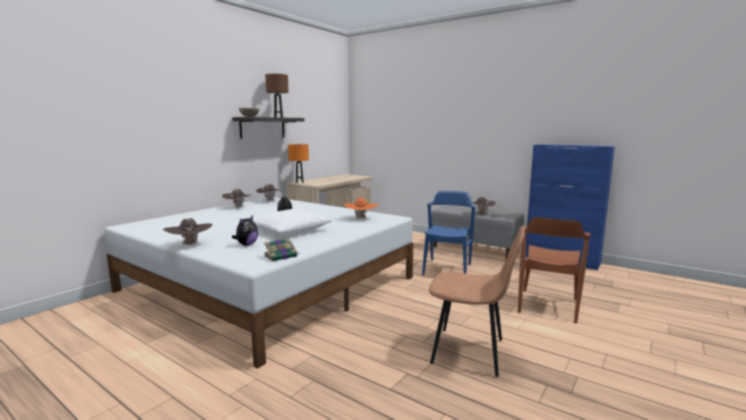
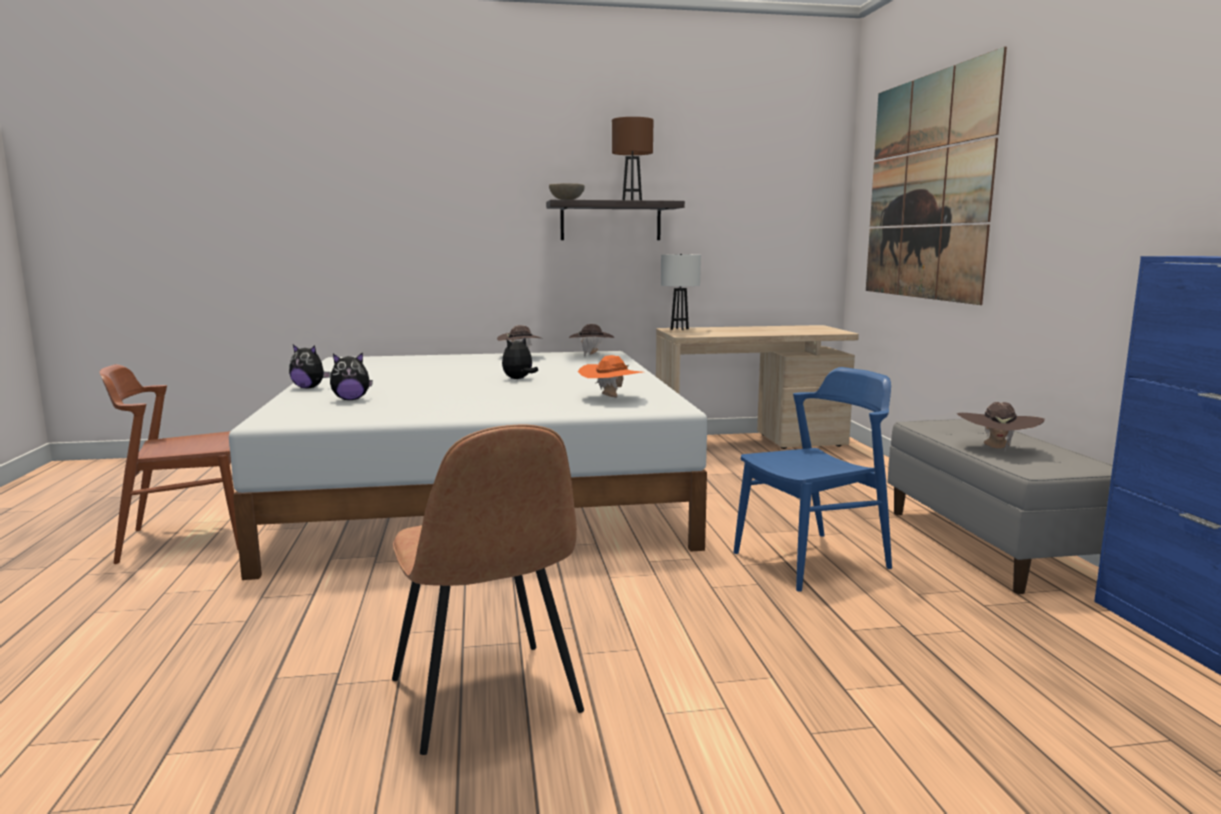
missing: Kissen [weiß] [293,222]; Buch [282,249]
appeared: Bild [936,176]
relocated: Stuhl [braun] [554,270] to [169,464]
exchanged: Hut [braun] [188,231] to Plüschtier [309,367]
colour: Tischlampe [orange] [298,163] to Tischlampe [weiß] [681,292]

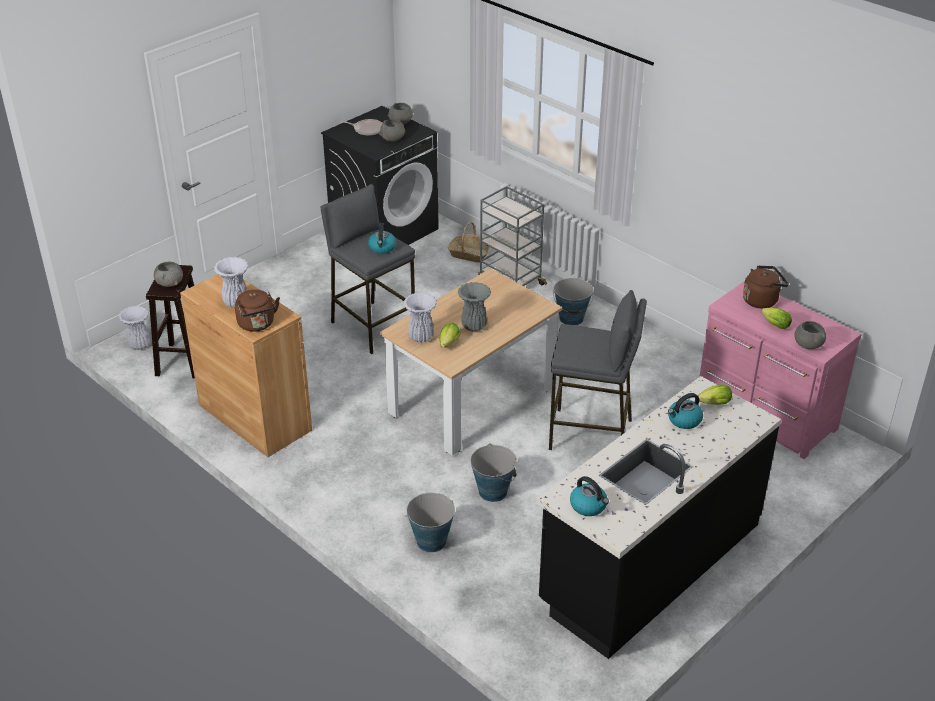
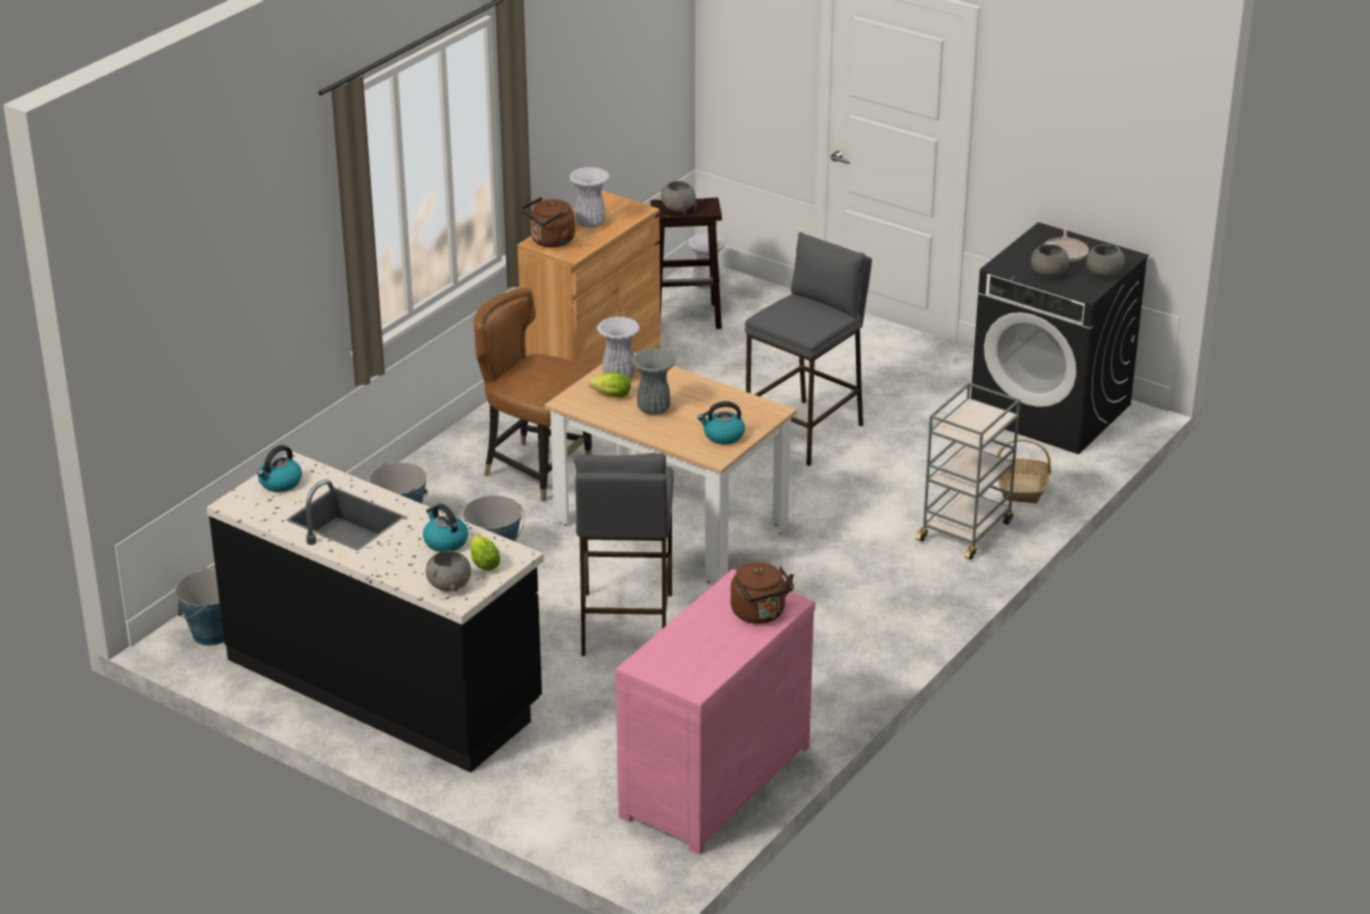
missing: Salatkopf [776,318]
appeared: Stuhl [braun] [534,395]
relocated: Wasserkessel [382,238] to [721,423]; Eimer [573,301] to [199,607]; Schüssel [grau] [810,335] to [448,570]

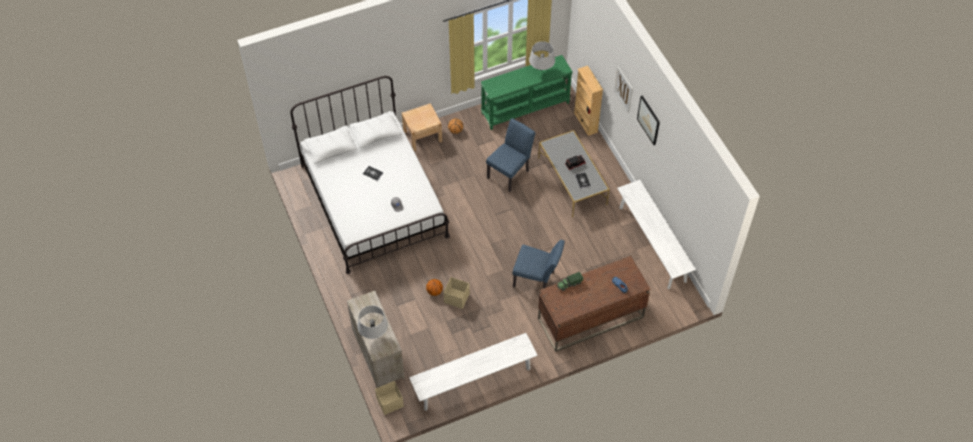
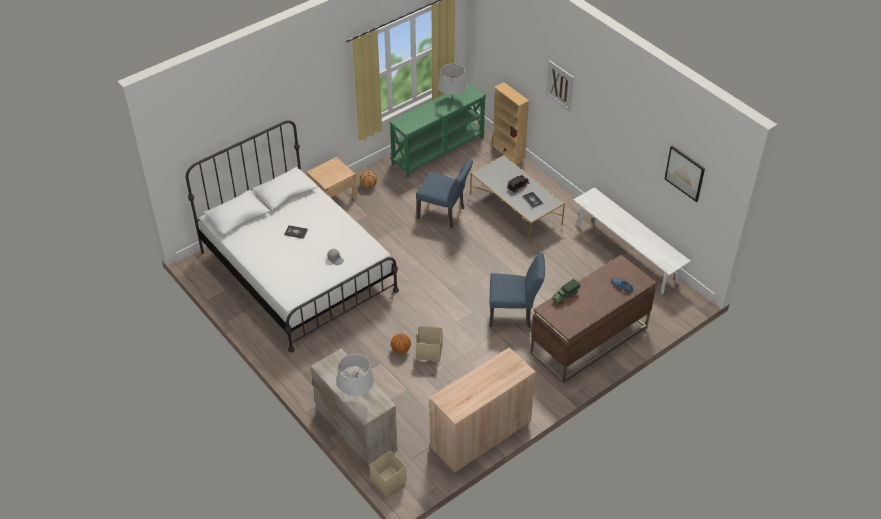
relocated: Bild [648,120] to [685,174]
exchanged: Bank [weiß] [473,372] to Schrank [beige] [482,410]
spun: Stuhl [blau] [510,155] = [444,193] 90 degrees clockwise

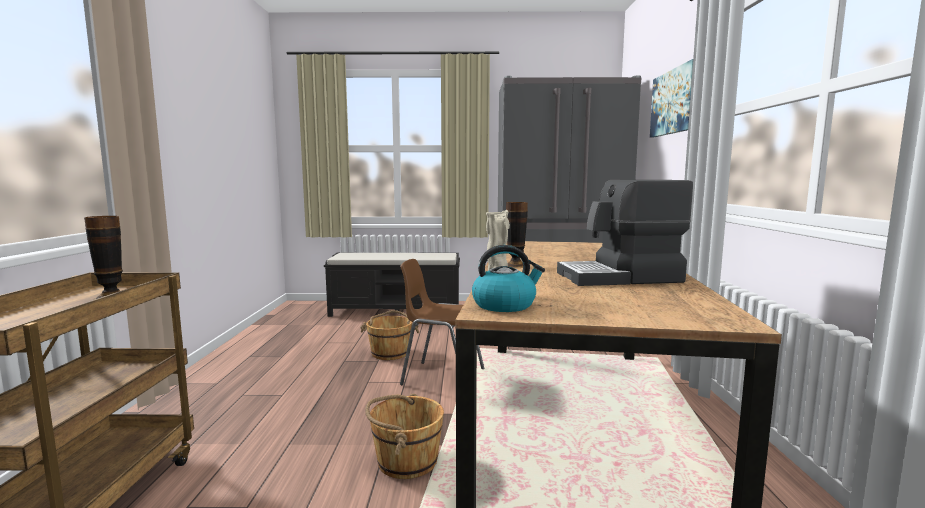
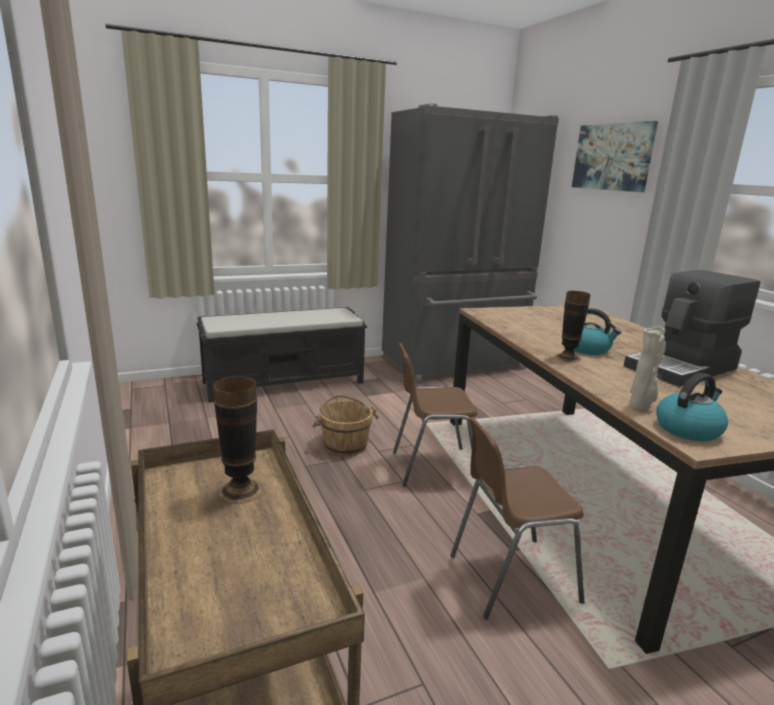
appeared: Wasserkessel [597,331]
exchanged: Eimer [braun] [404,436] to Stuhl [braun] [517,518]

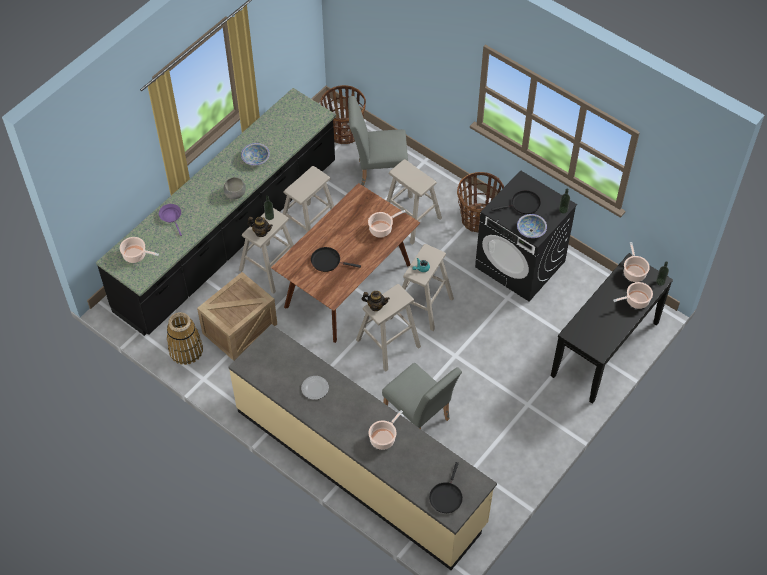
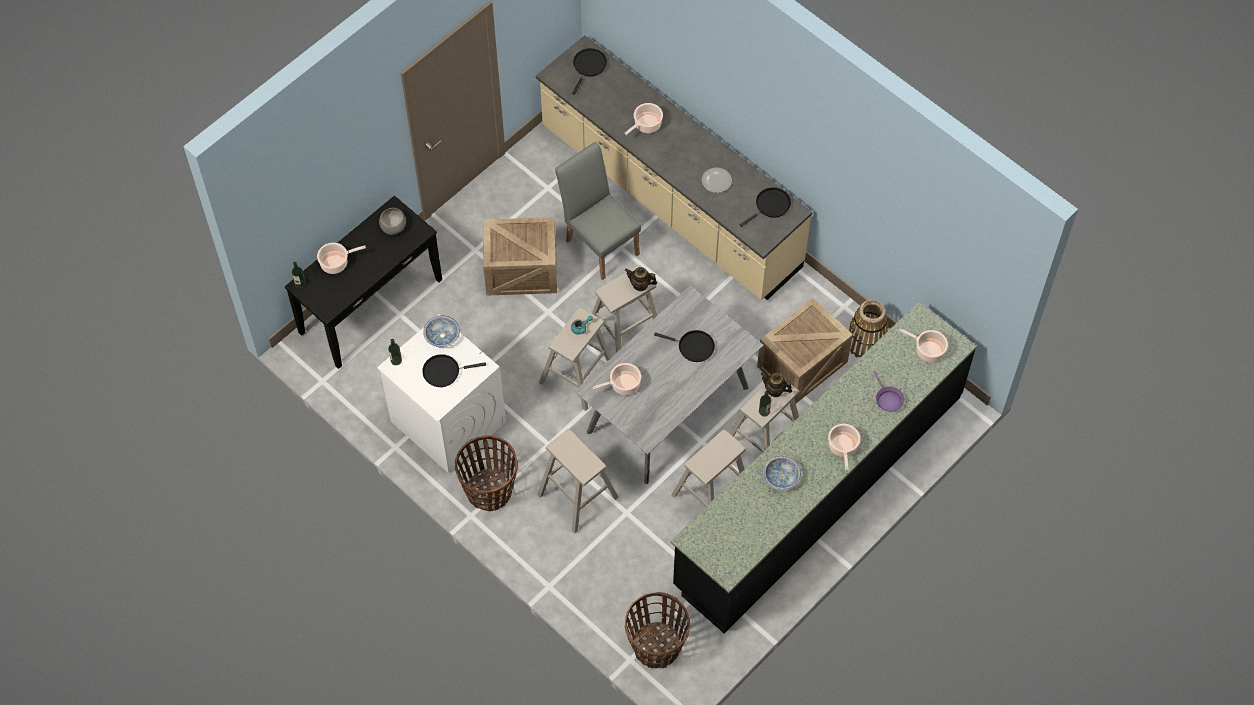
missing: Stuhl [grau] [378,141]
appeared: Kiste [520,256]; Pfanne [schwarz] [765,207]
relocated: Schüssel [grau] [235,188] to [392,221]; Kochtopf [637,262] to [844,447]
colour: Esstisch [braun] [345,263] to Esstisch [grau] [669,385]; Waschmaschine [schwarz] [526,235] to Waschmaschine [weiß] [441,394]

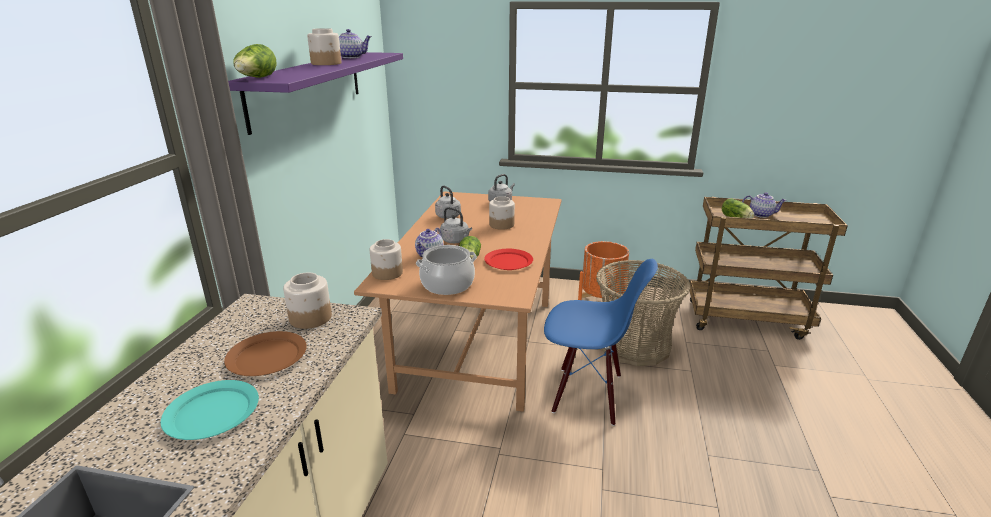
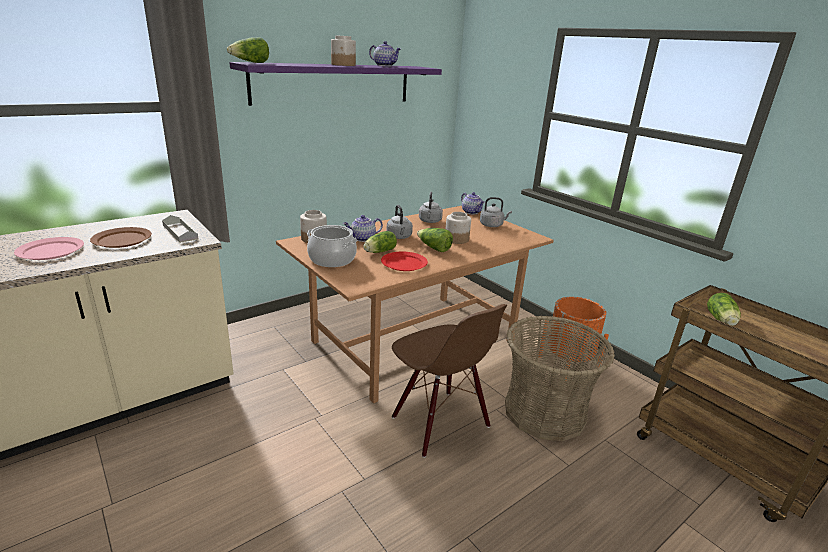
appeared: Salatkopf [435,240]
relocated: Teekanne [764,205] to [473,203]
exchanged: Vorratsglas [307,301] to Tablett [grau] [180,229]
colour: Teller [türkis] [209,410] to Teller [rosa] [49,248]; Stuhl [blau] [601,342] to Stuhl [braun] [449,381]

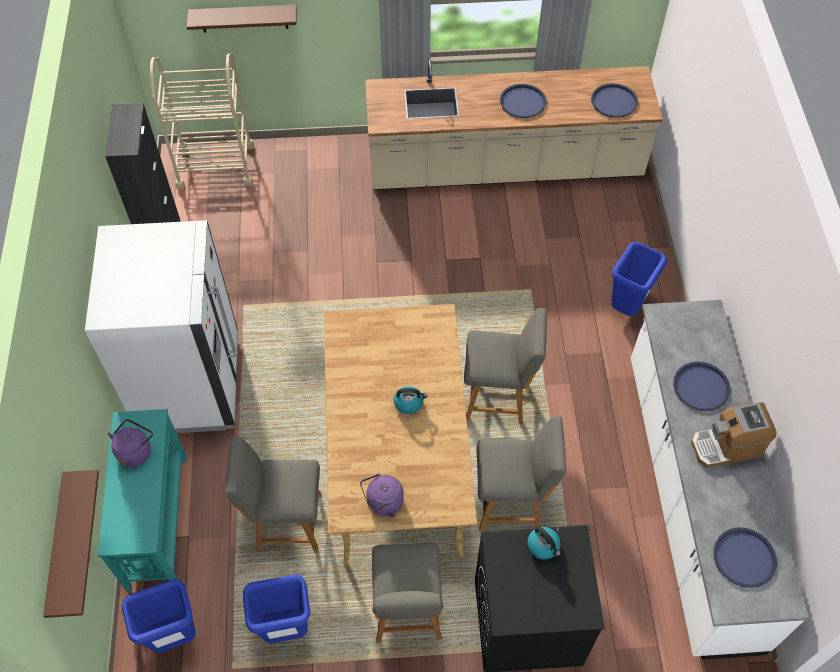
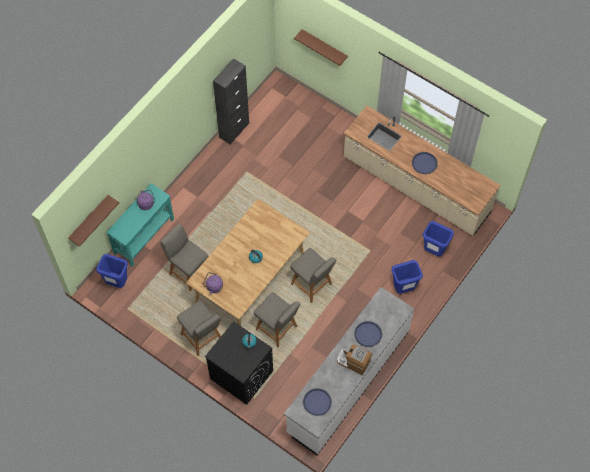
missing: Kühlschrank [weiß] [161,326]; Rollwagen [beige] [202,121]; Tablett [blau] [614,100]
relocated: Mülleimer [blau] [276,608] to [438,239]
spun: Stuhl [grau] [407,592] = [199,328] 75 degrees counterclockwise

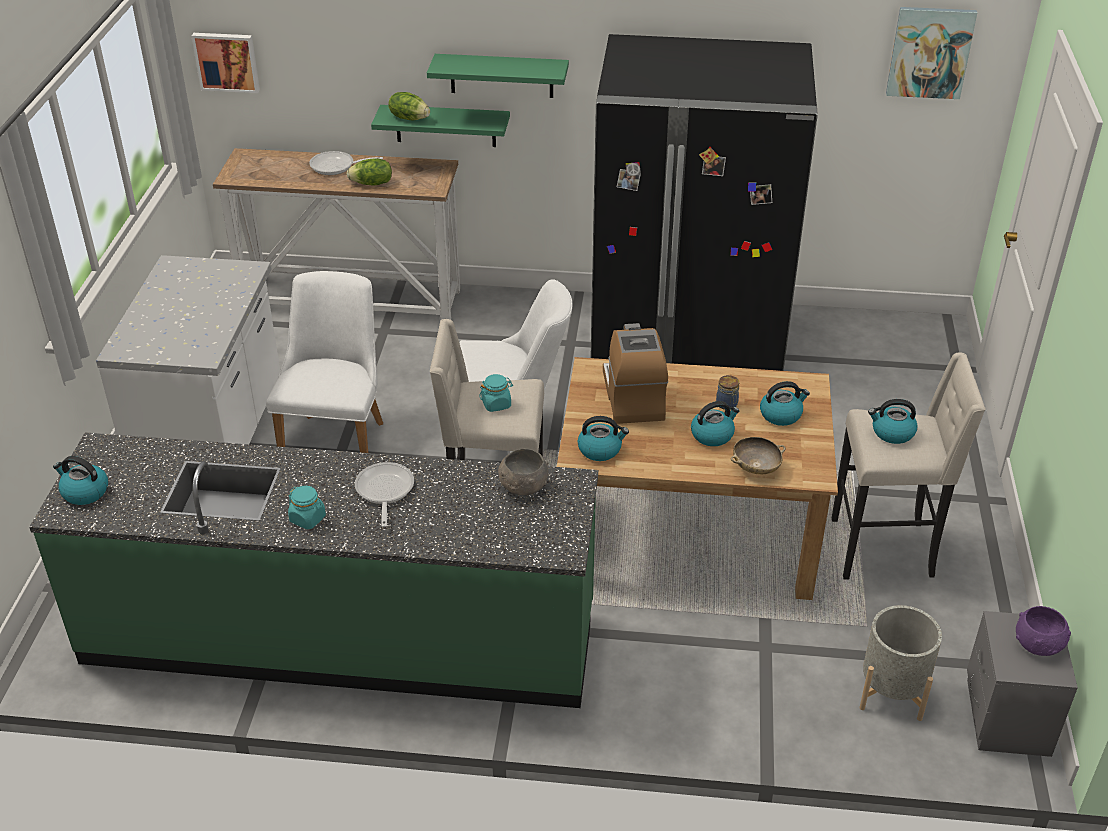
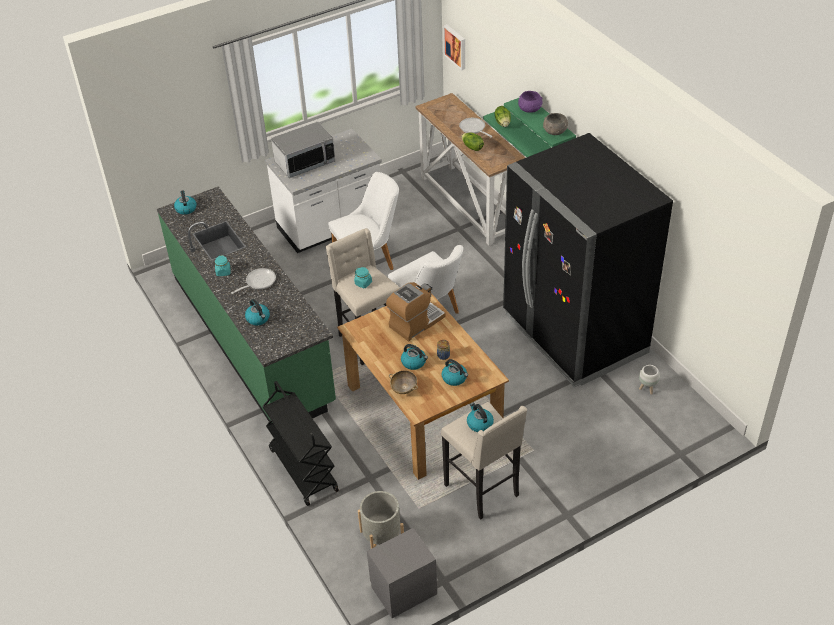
missing: Bild [931,53]
appeared: Rollwagen [schwarz] [300,443]; Mikrowelle [303,150]; Pflanzkübel [weiß] [649,380]
relocated: Schüssel [grau] [523,472] to [555,124]; Wasserkessel [603,438] to [257,312]; Schüssel [lila] [1043,631] to [530,102]

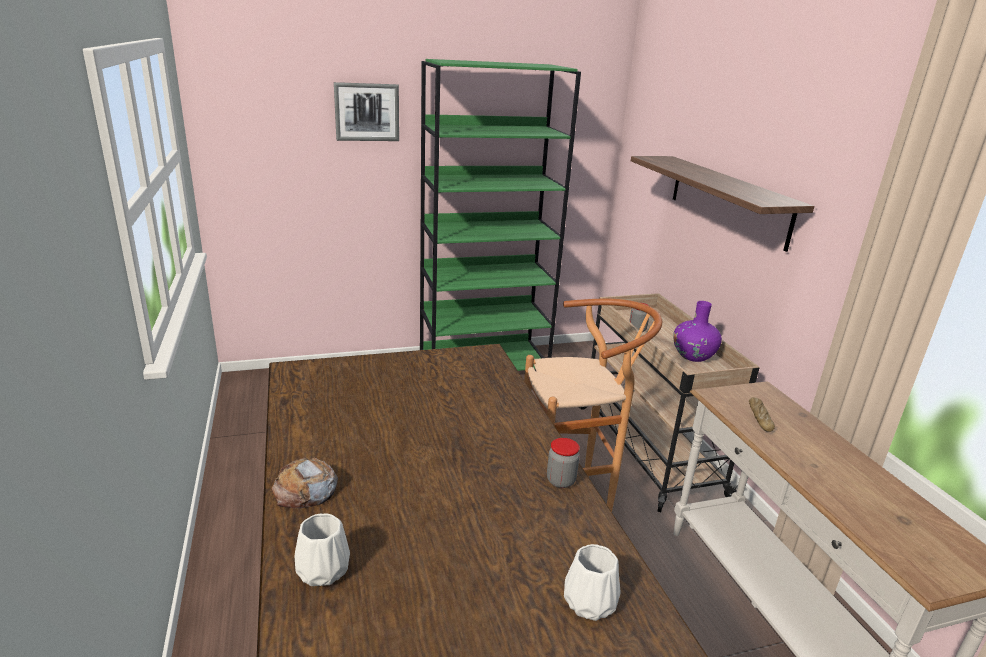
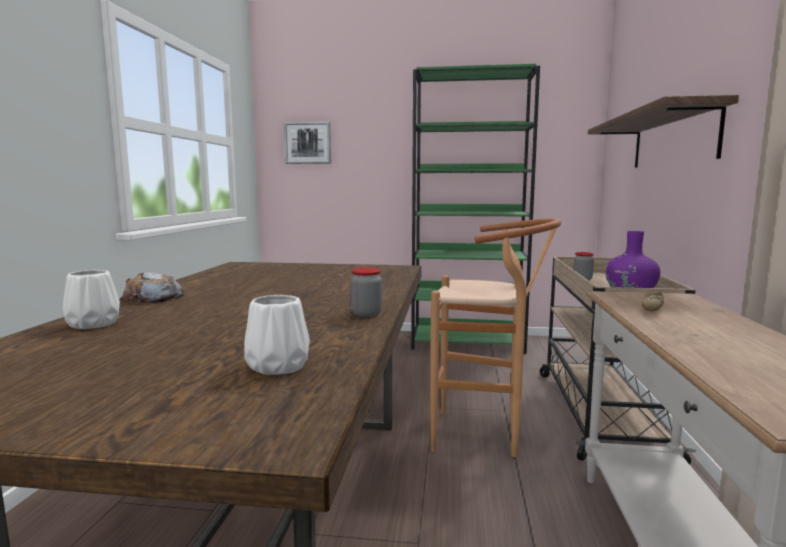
relocated: Bild [366,111] to [307,142]

